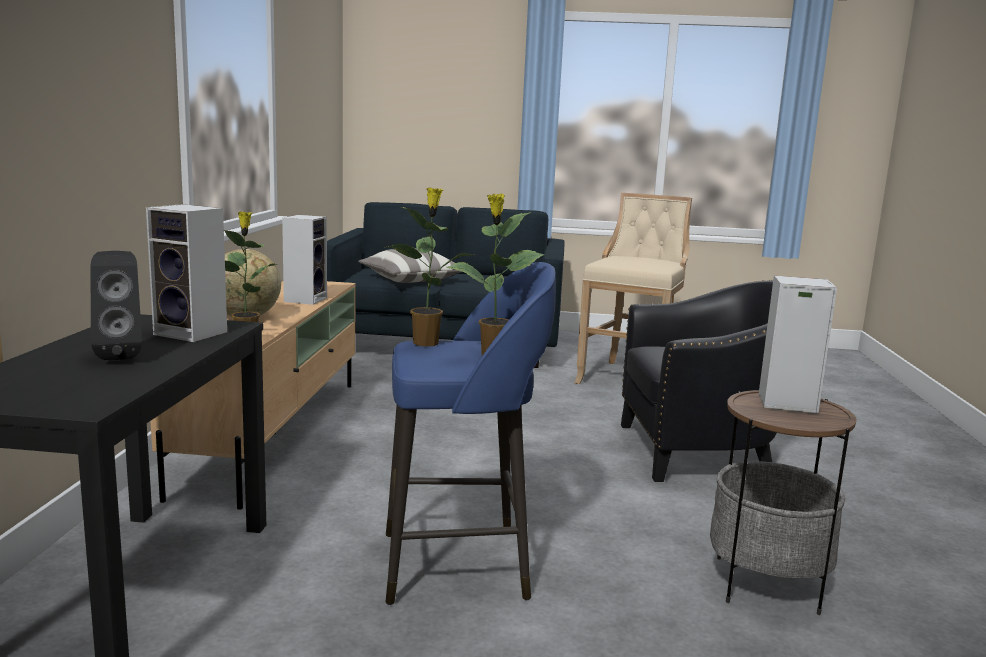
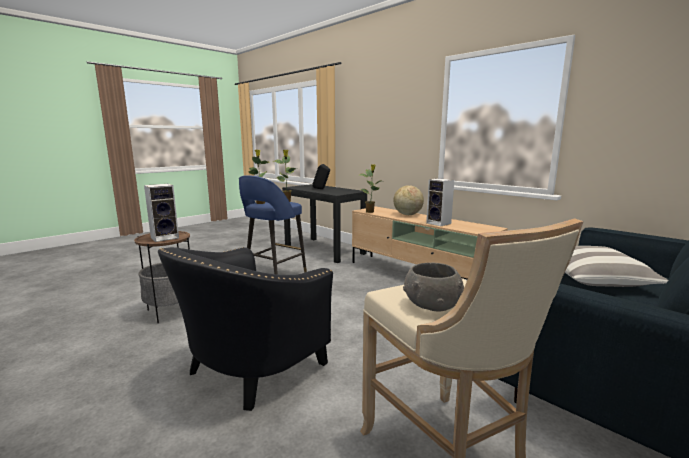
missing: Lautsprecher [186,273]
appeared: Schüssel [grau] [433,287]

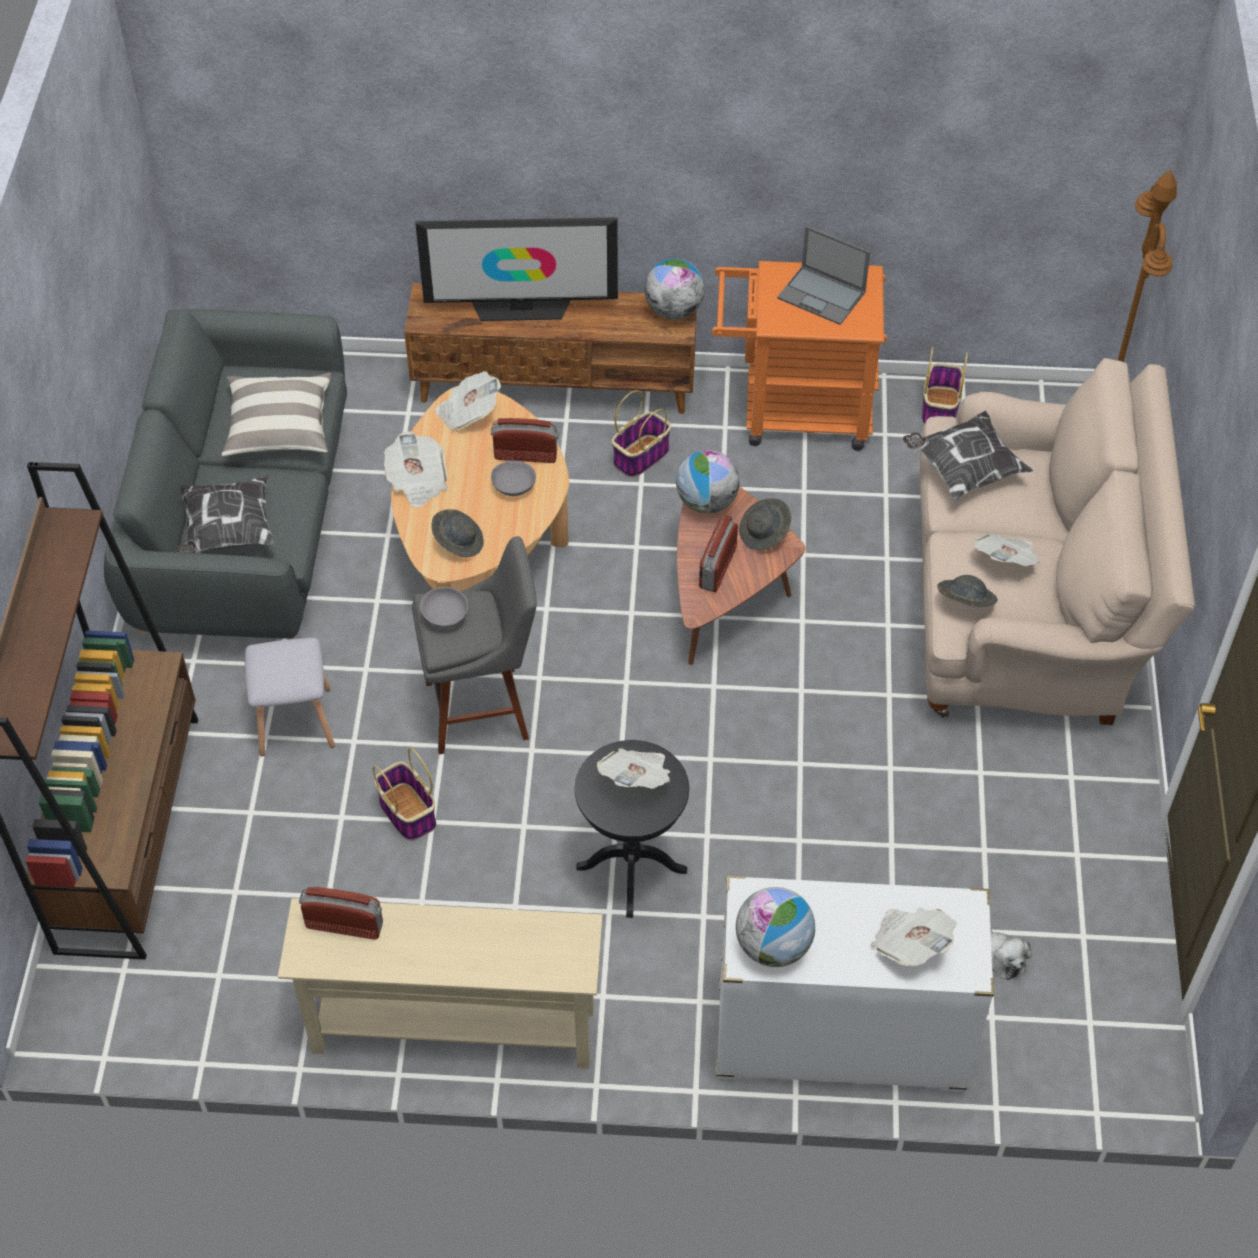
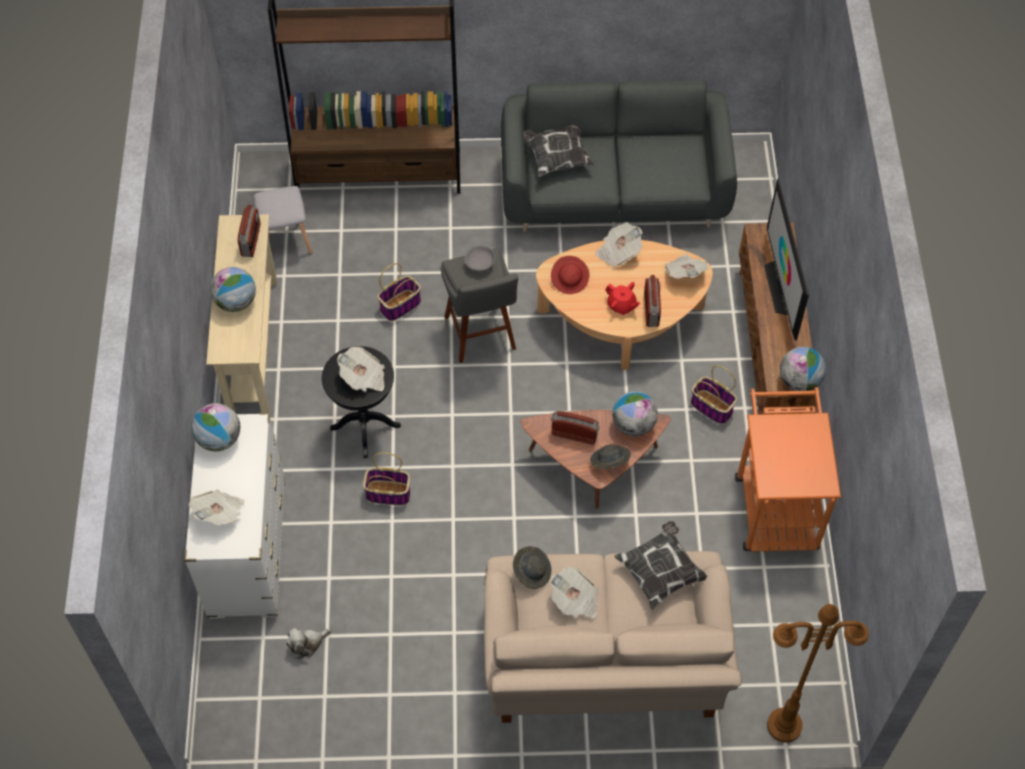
missing: Kissen [276,414]; Laptop [823,275]
appeared: Globus [233,289]
relocated: Hocker [grau] [290,697] to [283,220]; Korb [945,385] to [386,479]
exchanged: Schüssel [grau] [513,478] to Teekanne [rot] [622,298]
colour: Hut [grau] [457,533] to Hut [rot] [570,275]

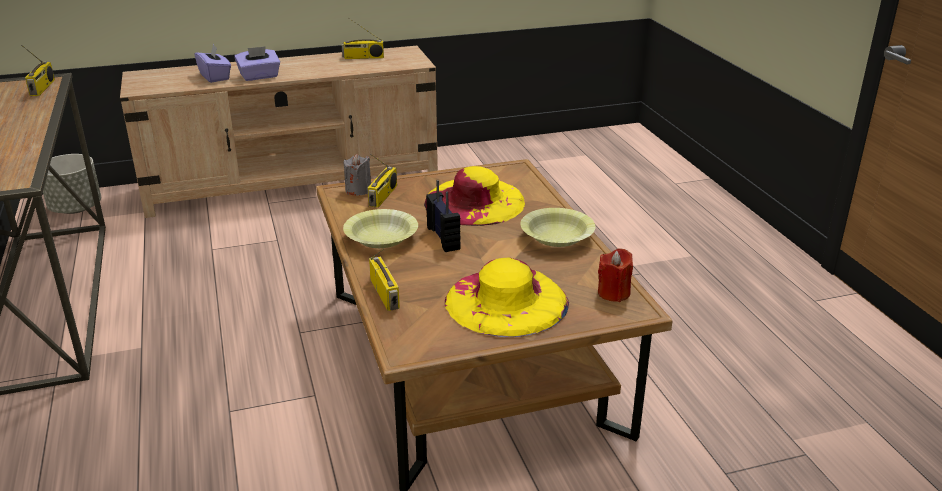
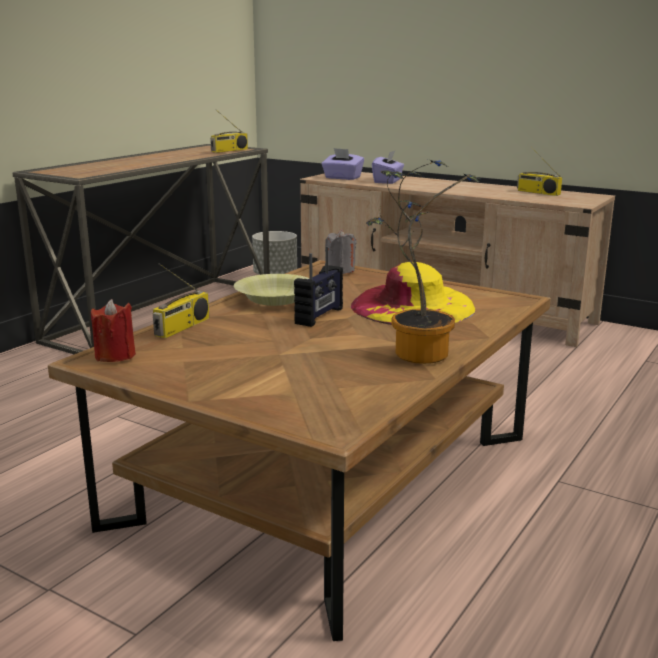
missing: Radio [382,181]; Hut [gelb] [507,297]
relocated: Taschentuchbox [lila] [257,63] to [342,164]; Kerze [rot] [615,275] to [113,330]
exchanged: Schüssel [gelb] [557,227] to Topfpflanze [424,262]

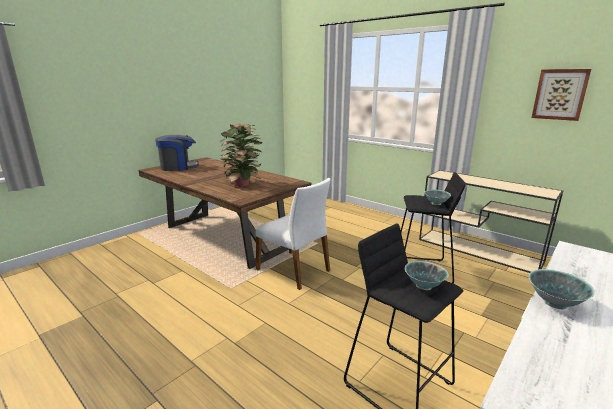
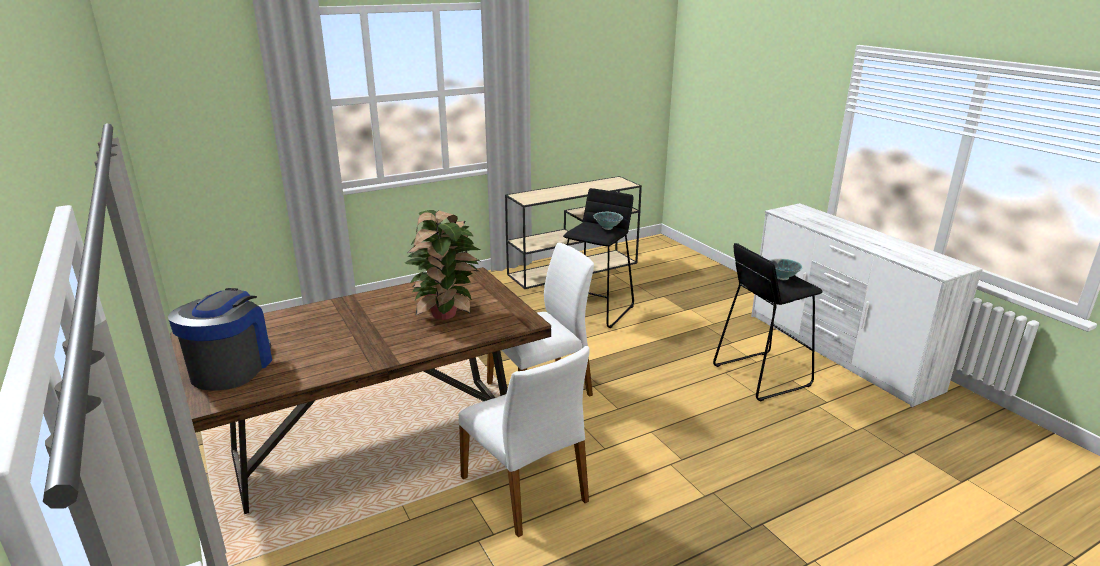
missing: Schüssel [562,289]; Bild [561,95]
appeared: Stuhl [weiß] [524,441]

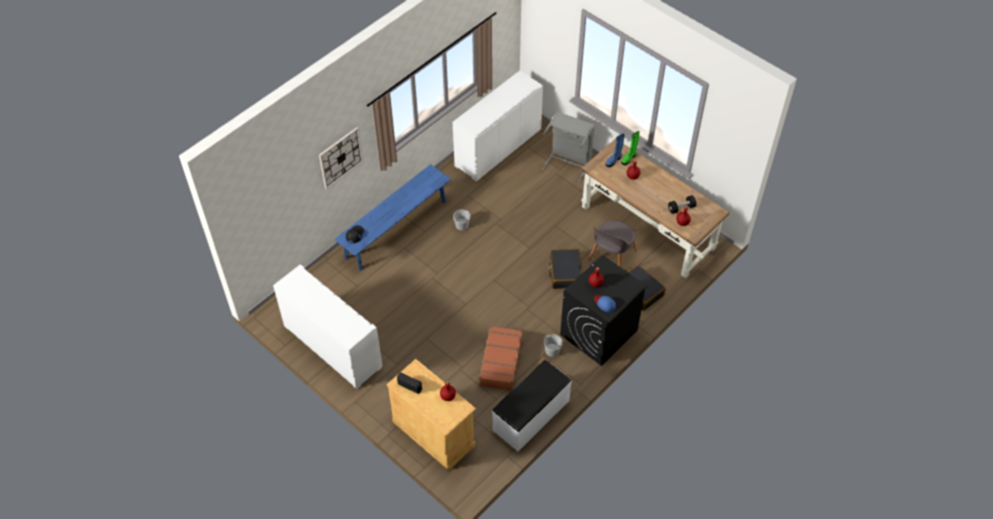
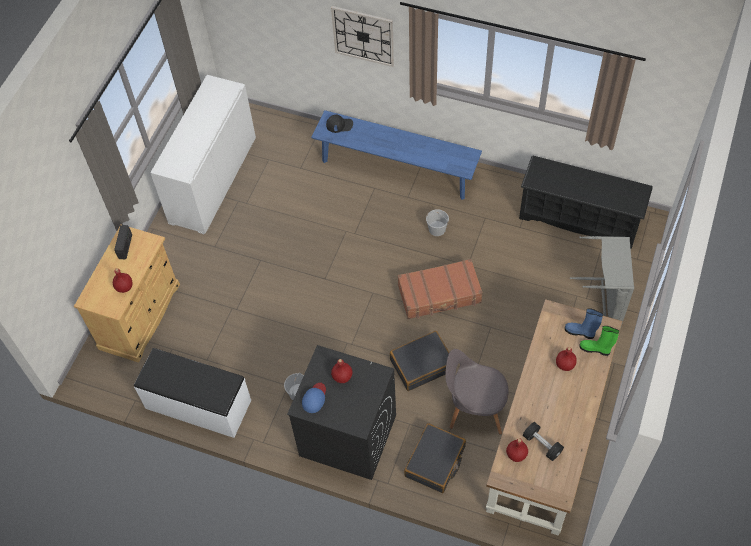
relocated: Koffer [braun] [501,358] to [440,289]
exchanged: Schrank [weiß] [498,126] to Schuhregal [schwarz] [586,202]

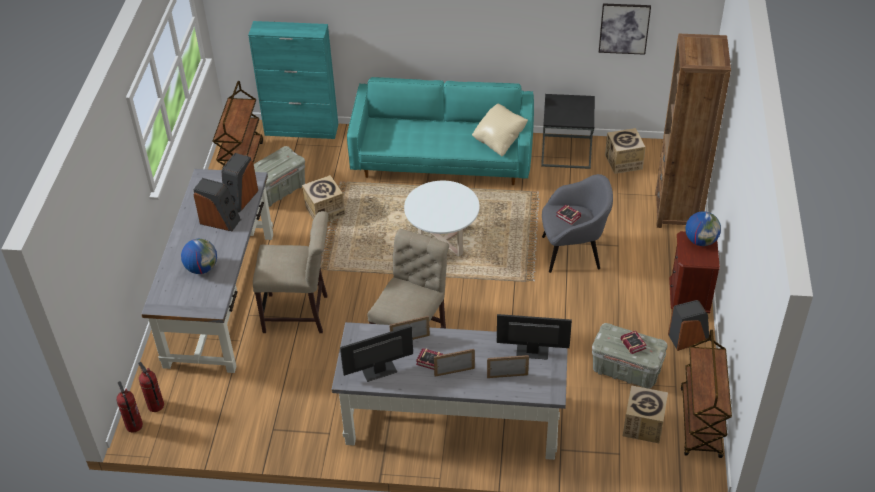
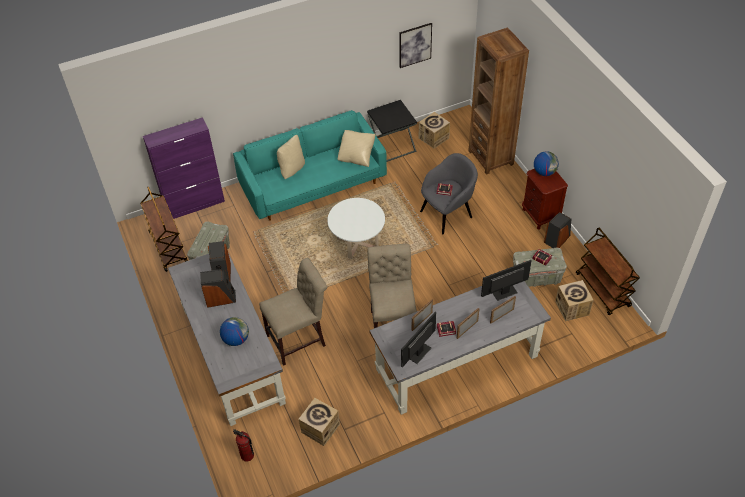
missing: Feuerlöscher [129,406]
appeared: Kissen [beige] [291,157]
relocated: Karton [323,198] to [319,422]
colour: Schrank [türkis] [293,80] to Schrank [lila] [184,168]

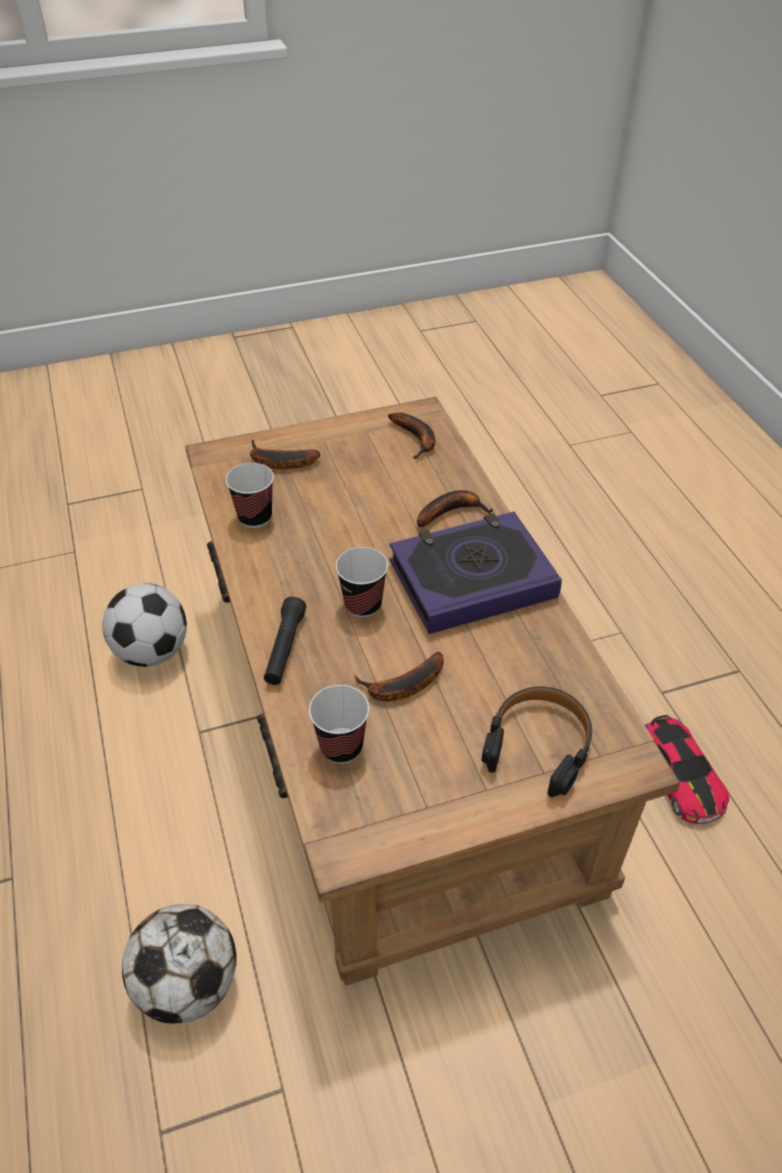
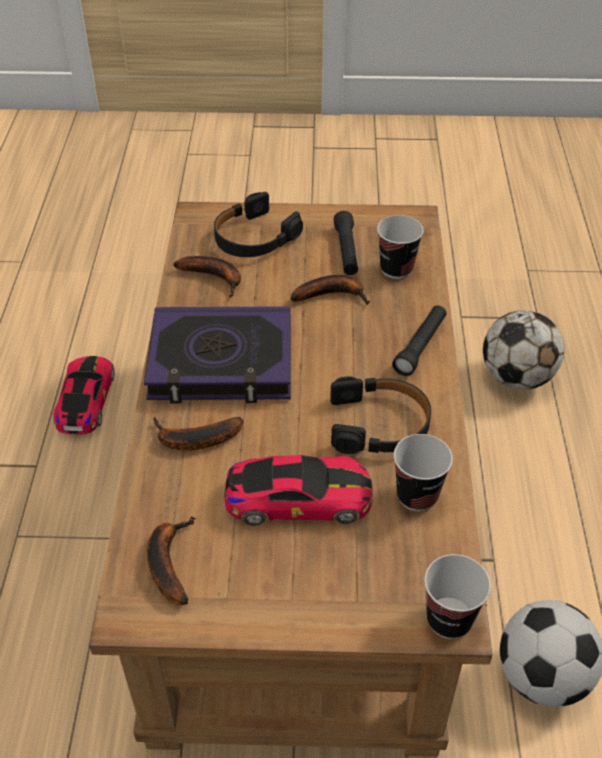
appeared: Spielzeugauto [298,490]; Kopfhörer [schwarz] [380,415]; Taschenlampe [schwarz] [346,243]
relocated: Banane [285,454] to [207,276]; Tasse [362,582] to [458,596]

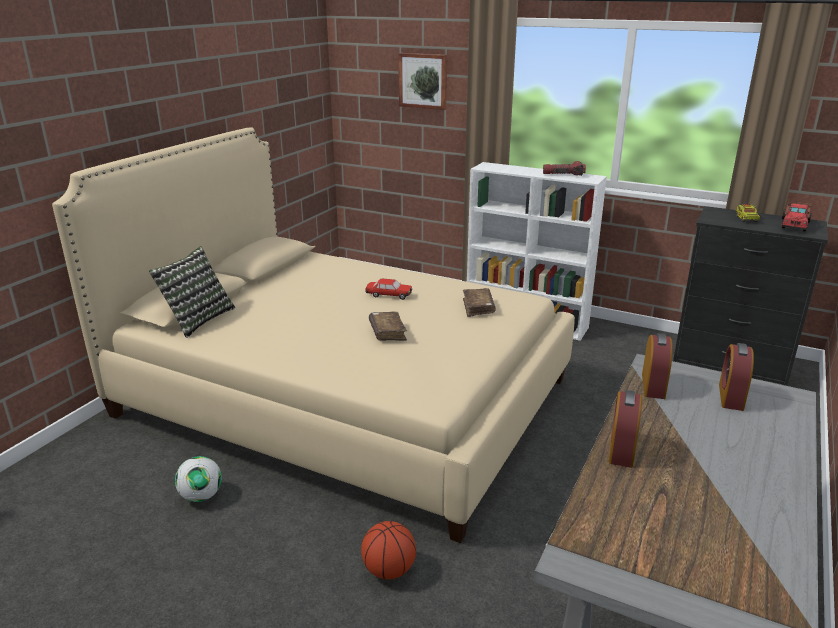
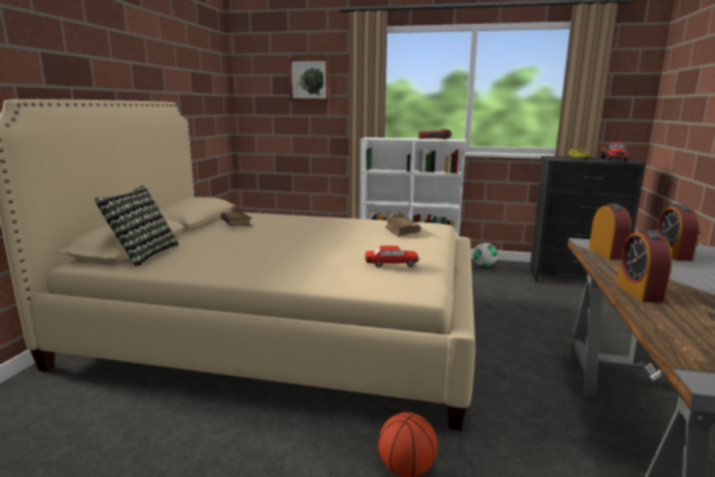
relocated: Fußball [198,479] to [485,255]; Spielzeugauto [388,289] to [392,256]; Buch [braun] [388,326] to [236,219]

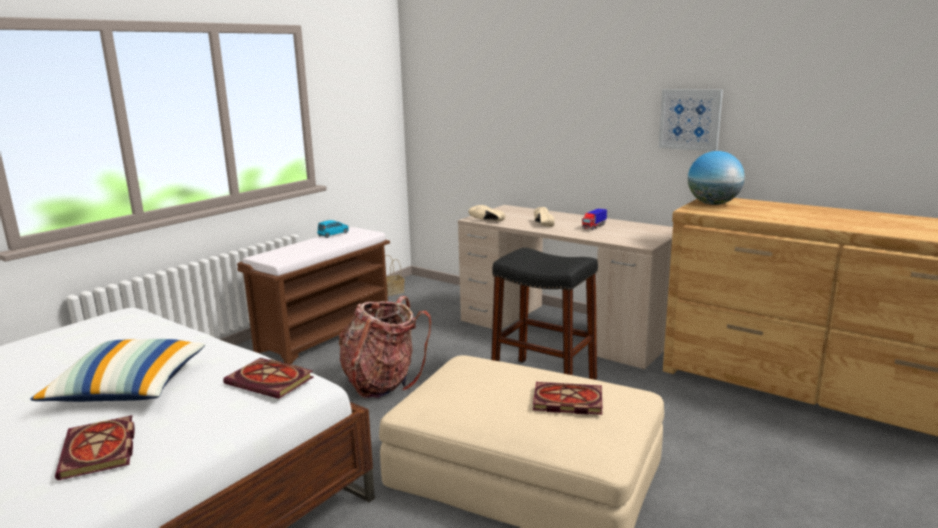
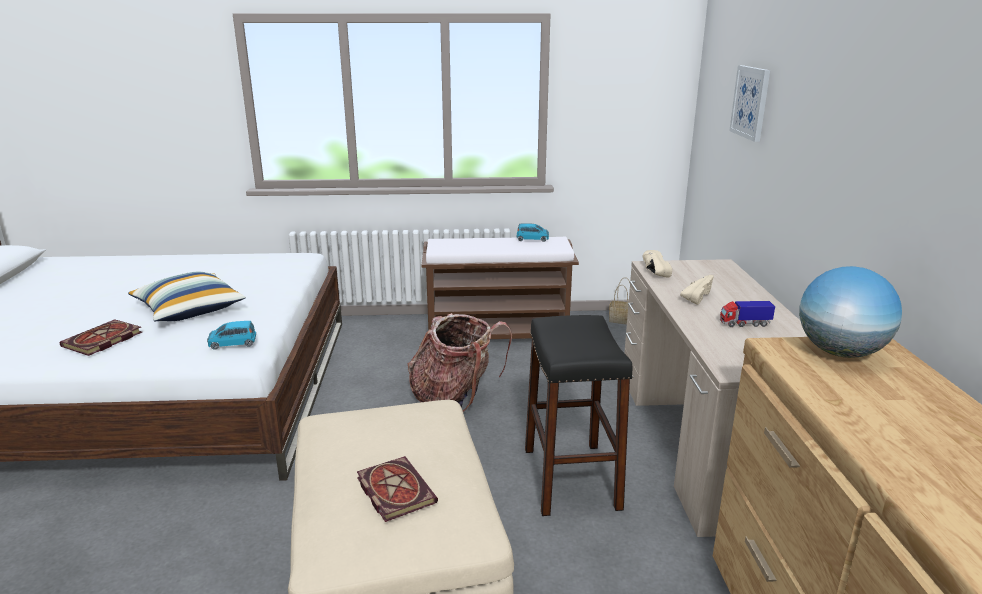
relocated: Bild [691,120] to [749,103]
exchanged: Buch [268,378] to Spielzeugauto [blau] [231,335]

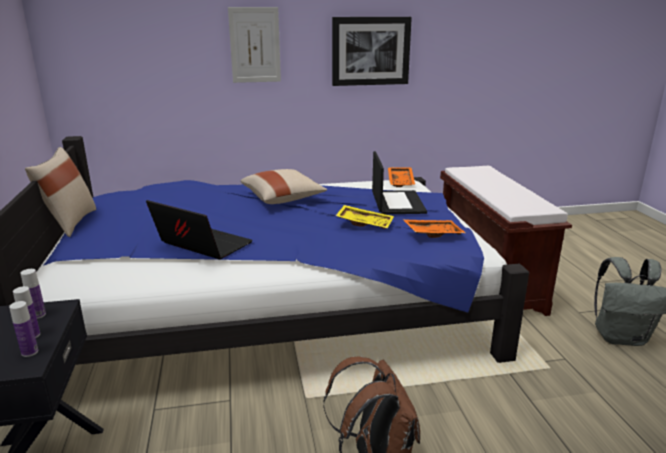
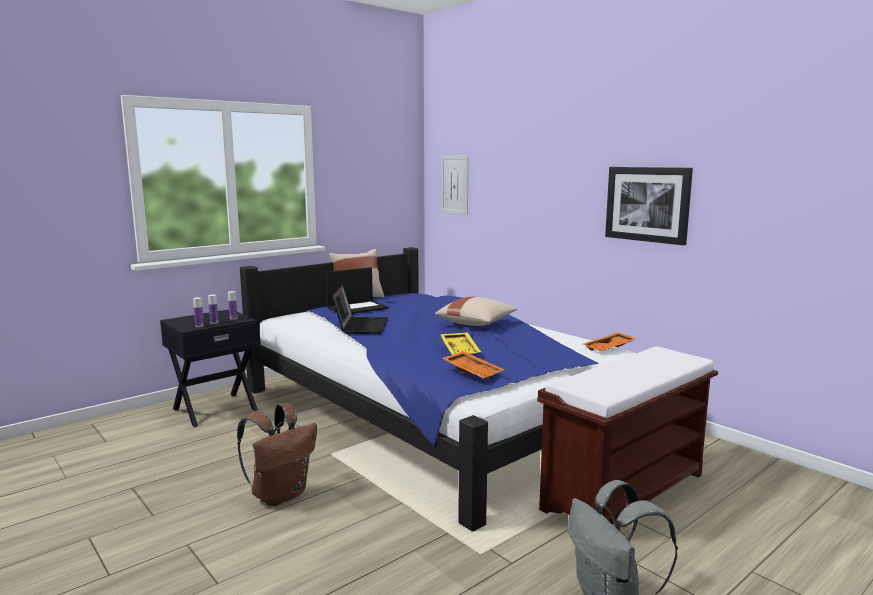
relocated: Bild [254,45] to [455,185]; Laptop [399,182] to [357,290]

